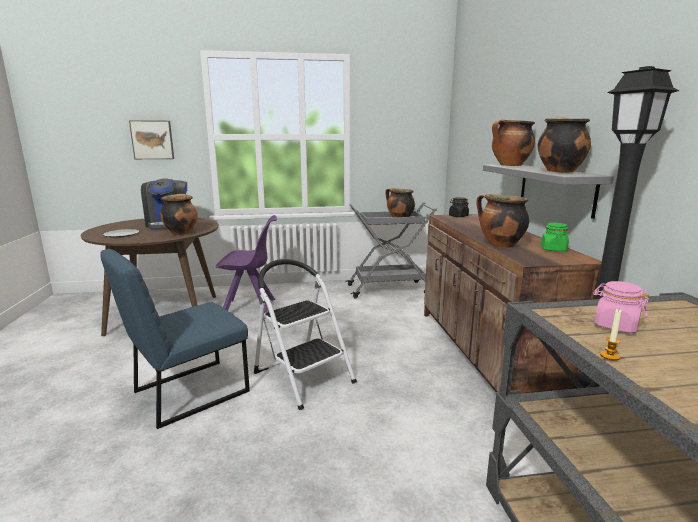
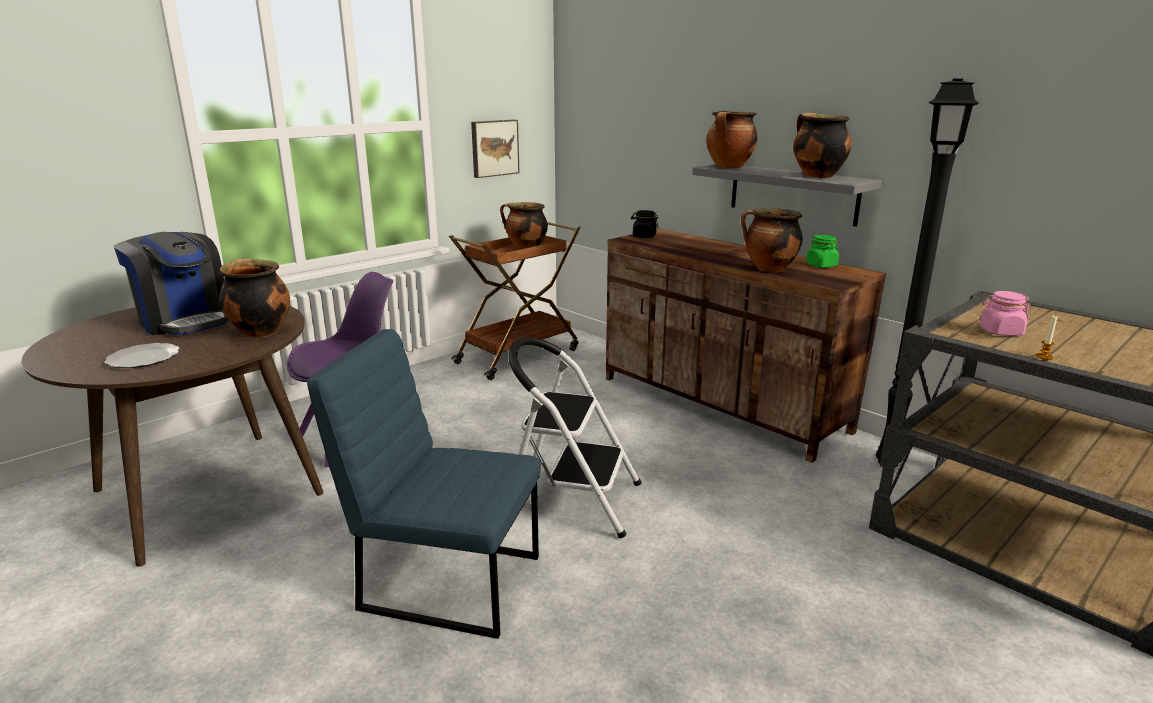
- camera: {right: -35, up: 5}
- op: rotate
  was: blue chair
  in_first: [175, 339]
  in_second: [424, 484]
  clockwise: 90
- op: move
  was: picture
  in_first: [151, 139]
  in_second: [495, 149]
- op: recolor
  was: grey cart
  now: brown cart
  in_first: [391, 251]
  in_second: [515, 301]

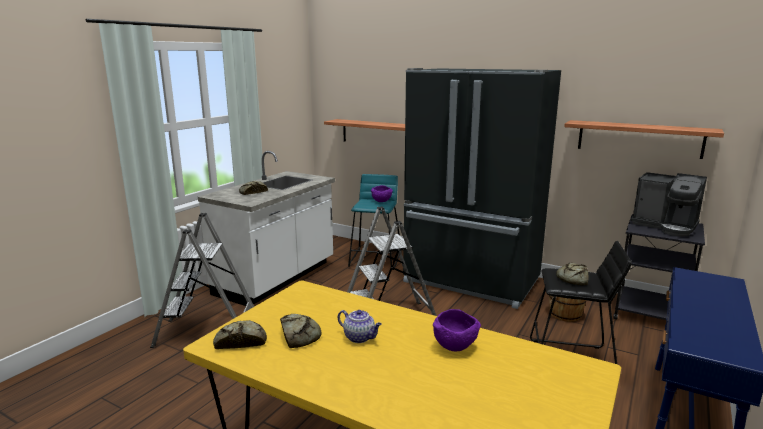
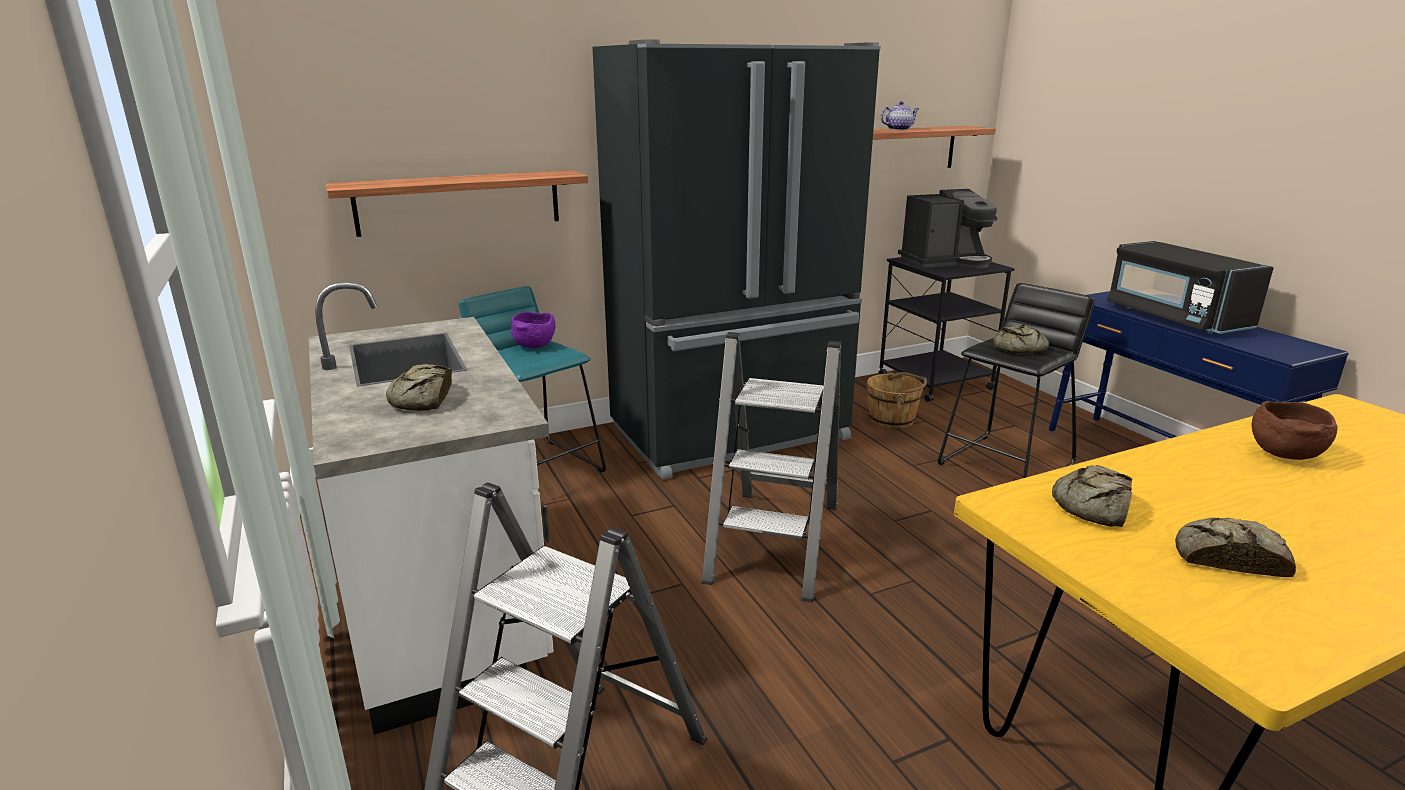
- camera: {right: -55, up: 5}
- op: move
  was: bread
  in_first: [240, 334]
  in_second: [1092, 496]
- op: move
  was: teapot
  in_first: [360, 326]
  in_second: [899, 115]
- op: recolor
  was: purple bowl
  now: brown bowl
  in_first: [457, 330]
  in_second: [1294, 430]
- op: insert
  now: black microwave
  in_second: [1190, 287]

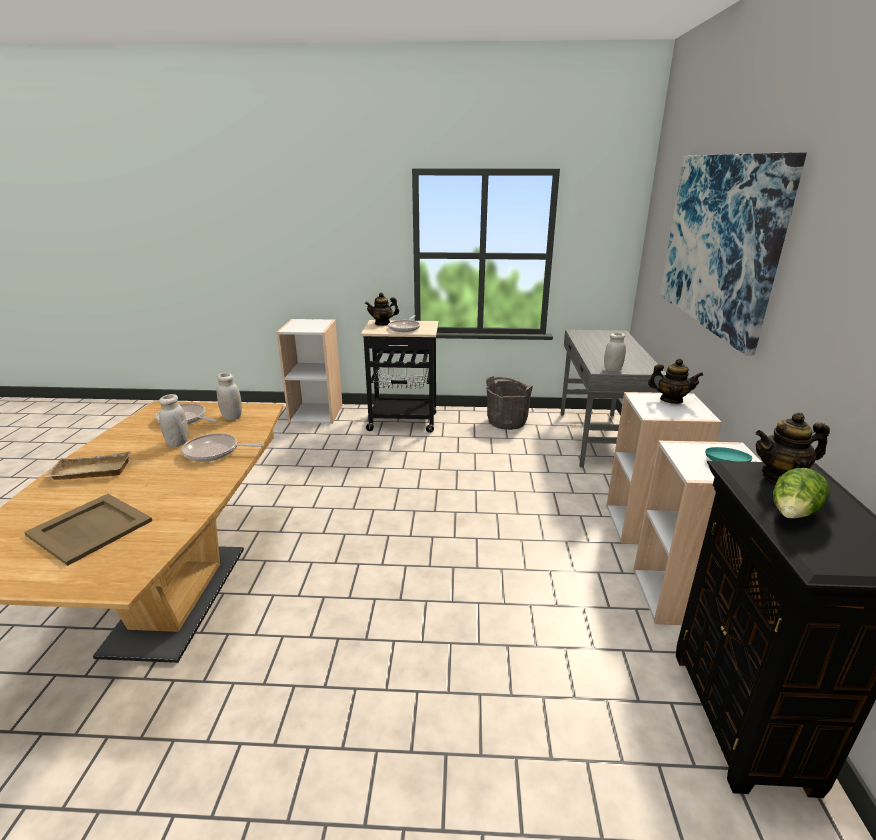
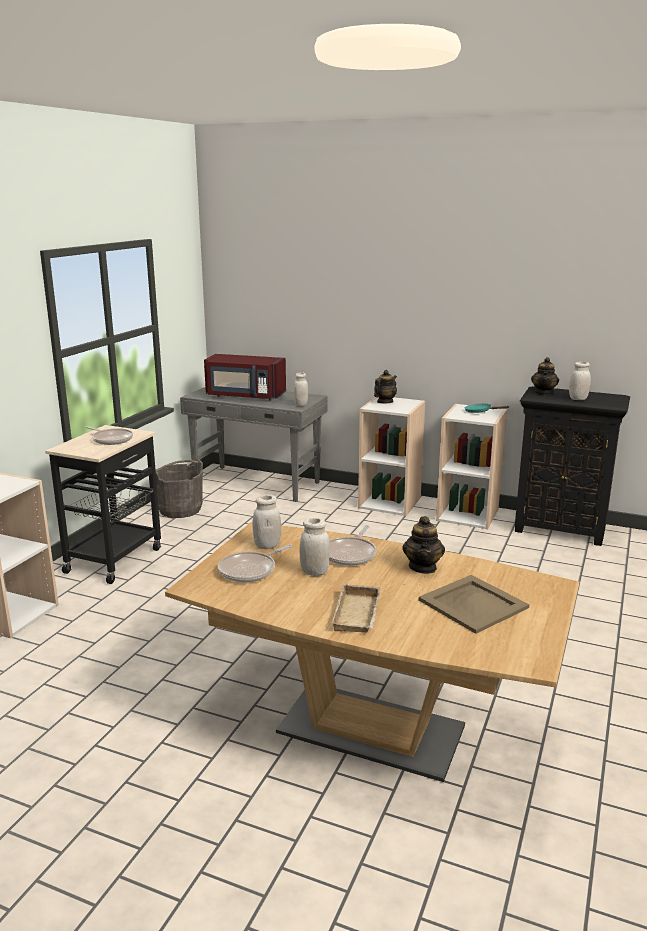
- camera: {right: -70, up: -5}
- op: move
  was: teapot
  in_first: [382, 309]
  in_second: [423, 545]
- op: delete
  was: picture
  in_first: [733, 254]
- op: replace
  was: lettuce
  now: white jar
  in_first: [801, 493]
  in_second: [580, 381]
- op: insert
  now: red microwave
  in_second: [245, 377]

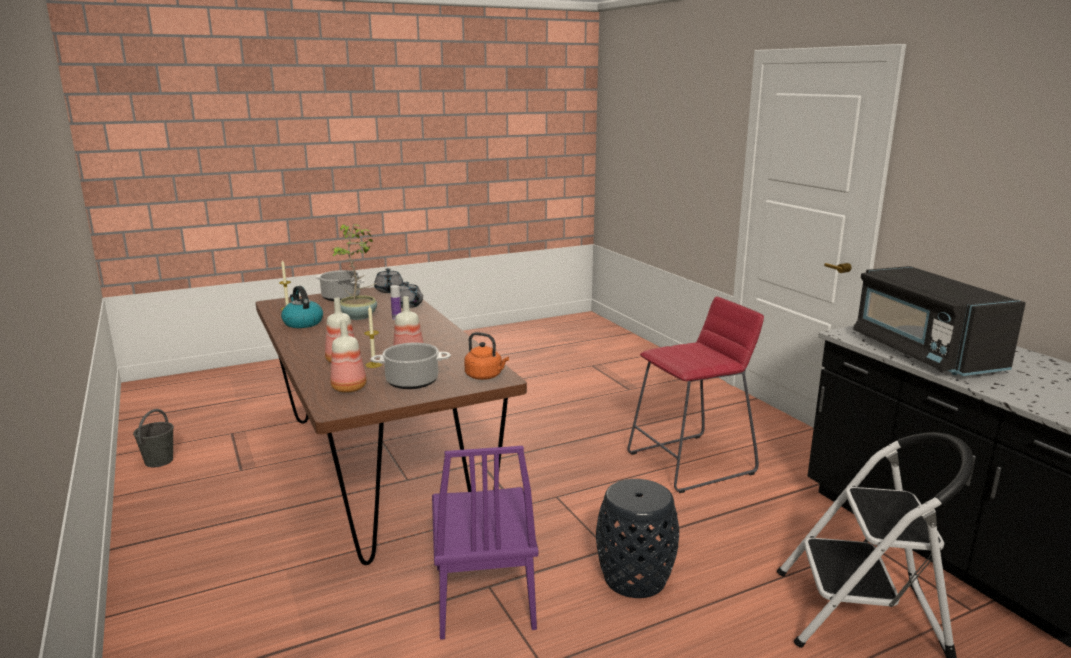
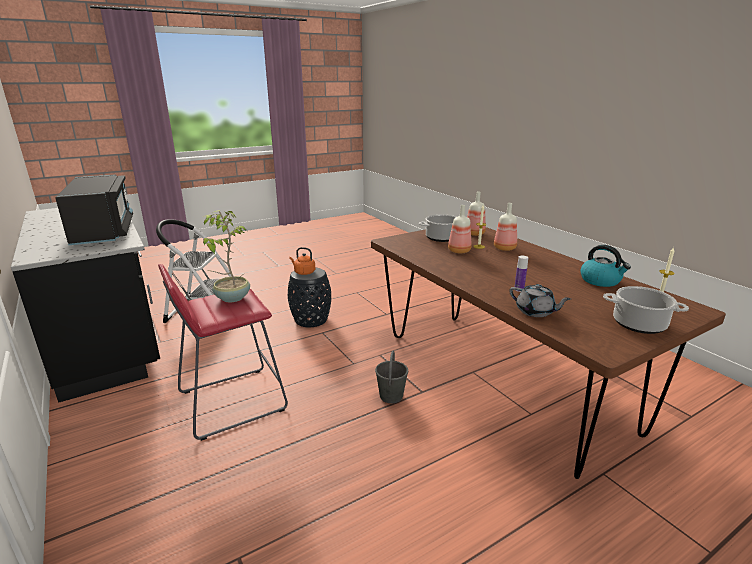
- camera: {right: 175, up: 5}
- op: move
  was: grey bucket
  in_first: [153, 438]
  in_second: [391, 377]
- op: move
  was: potted plant
  in_first: [354, 272]
  in_second: [226, 256]
- op: delete
  was: grey teapot
  in_first: [389, 280]
- op: delete
  was: purple chair
  in_first: [485, 543]
- op: move
  was: orange kettle
  in_first: [486, 356]
  in_second: [302, 261]

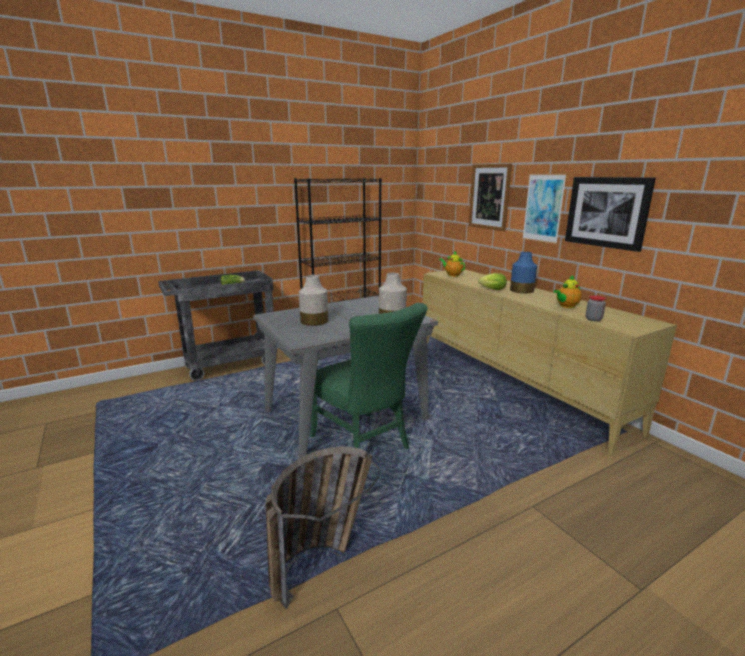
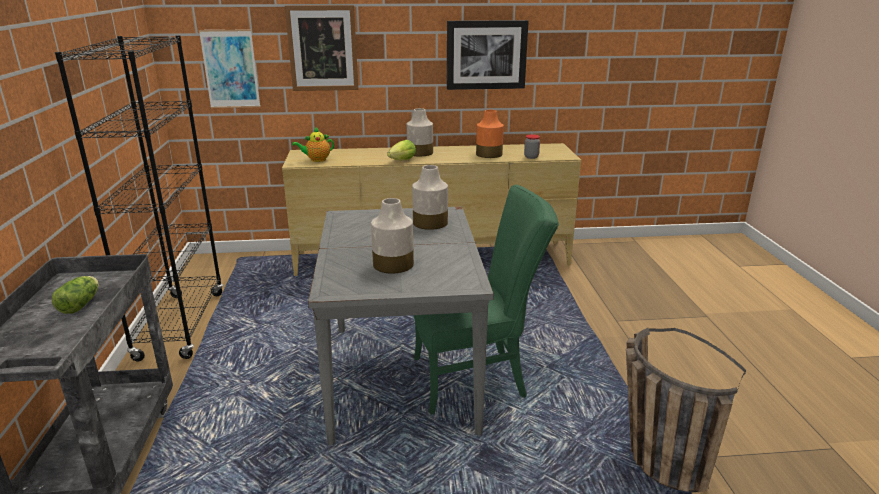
- camera: {right: -65, up: 5}
- op: recolor
  was: blue vase
  now: beige vase
  in_first: [523, 272]
  in_second: [420, 132]
- op: move
  was: picture
  in_first: [544, 209]
  in_second: [229, 68]
- op: replace
  was: teapot
  now: orange vase
  in_first: [568, 291]
  in_second: [490, 134]

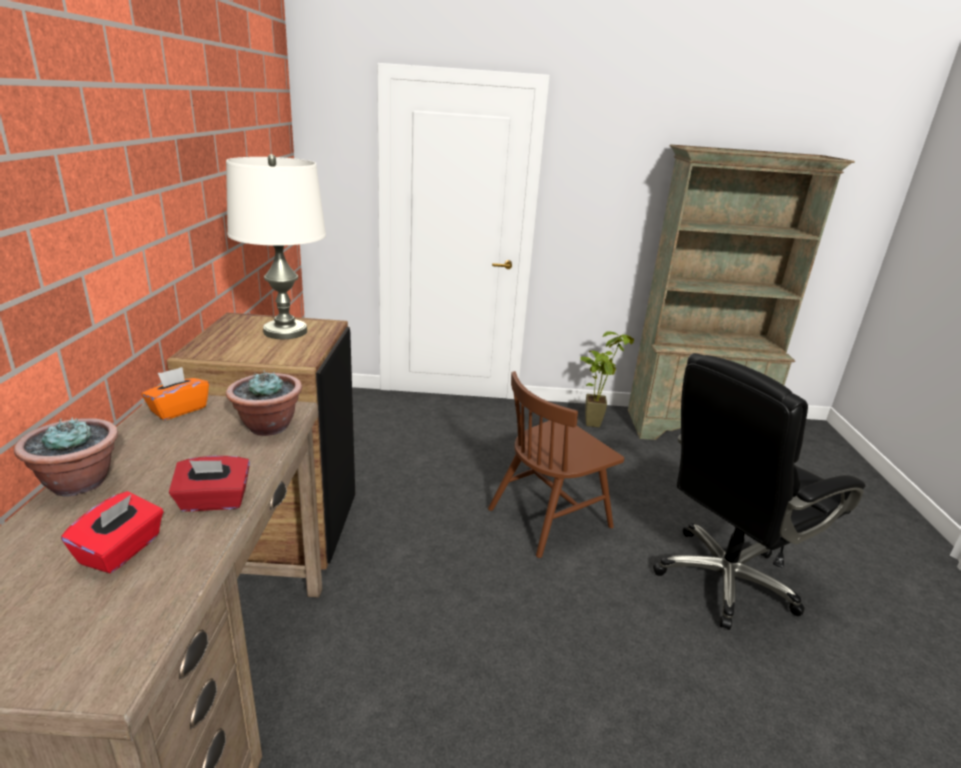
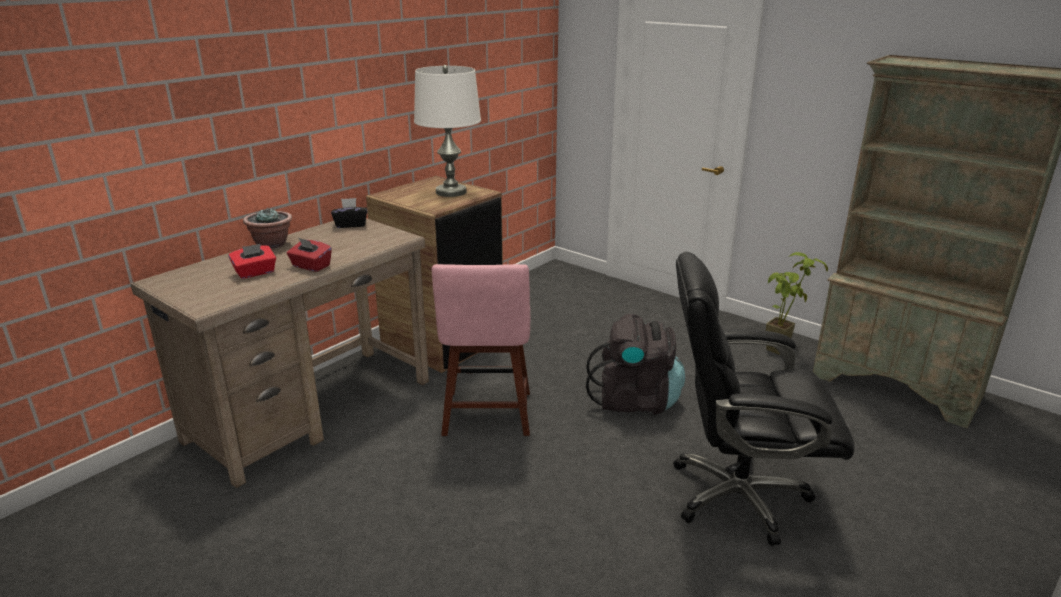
- camera: {right: 40, up: 0}
- op: recolor
  was: orange tissue box
  now: black tissue box
  in_first: [175, 394]
  in_second: [349, 213]
- op: delete
  was: potted plant
  in_first: [264, 403]
- op: replace
  was: brown chair
  now: black backpack
  in_first: [556, 464]
  in_second: [635, 364]
- op: insert
  now: pink chair
  in_second: [481, 350]

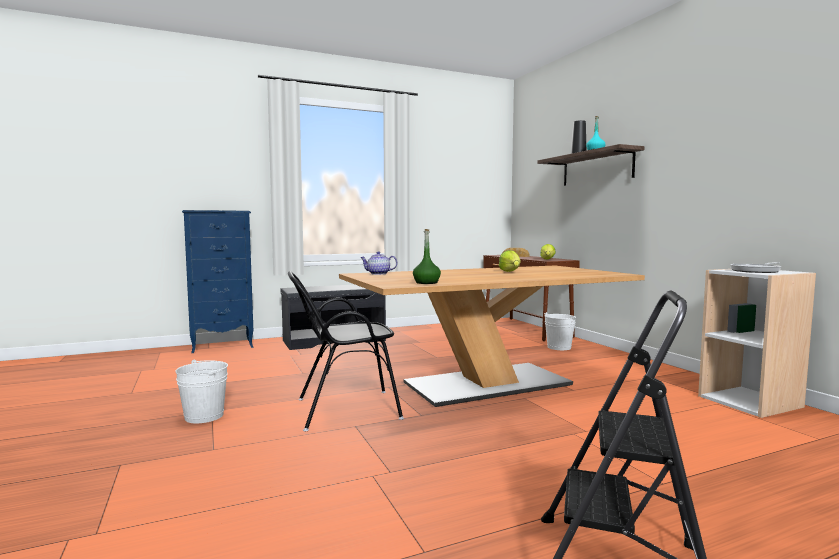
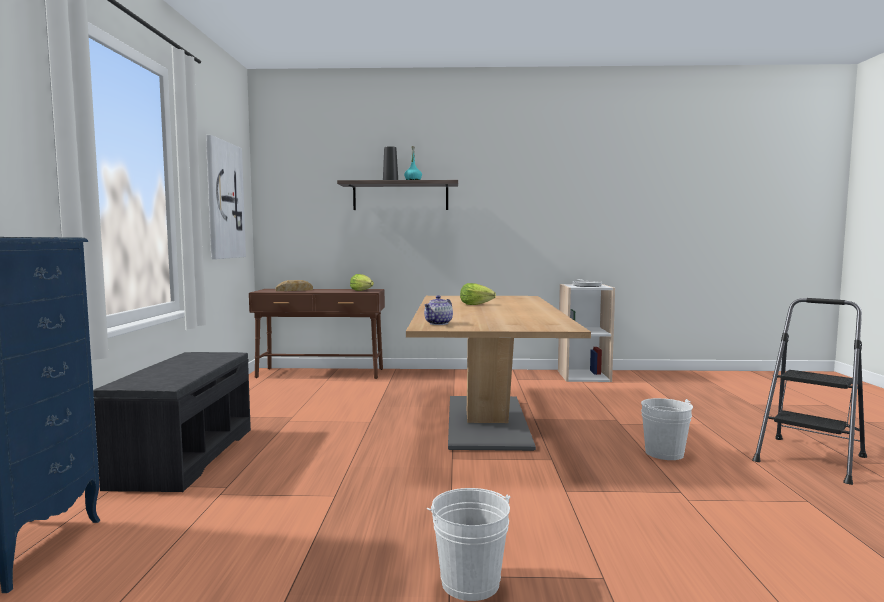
- camera: {right: -65, up: 0}
- op: delete
  was: black chair
  in_first: [346, 351]
- op: delete
  was: green bottle
  in_first: [427, 256]
- op: move
  was: white bucket
  in_first: [560, 331]
  in_second: [667, 429]
- op: insert
  now: picture
  in_second: [226, 197]

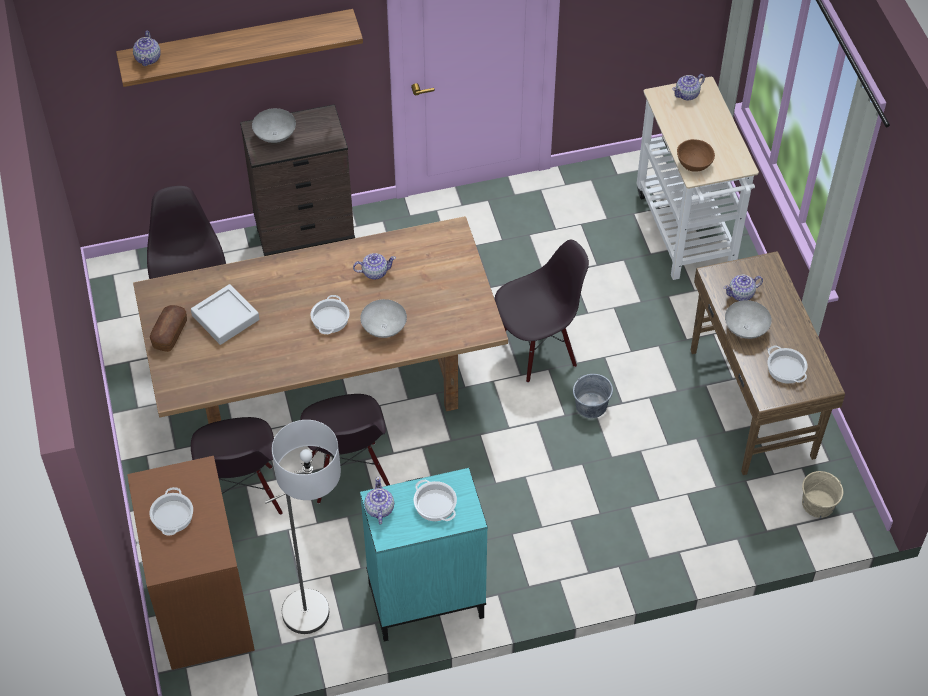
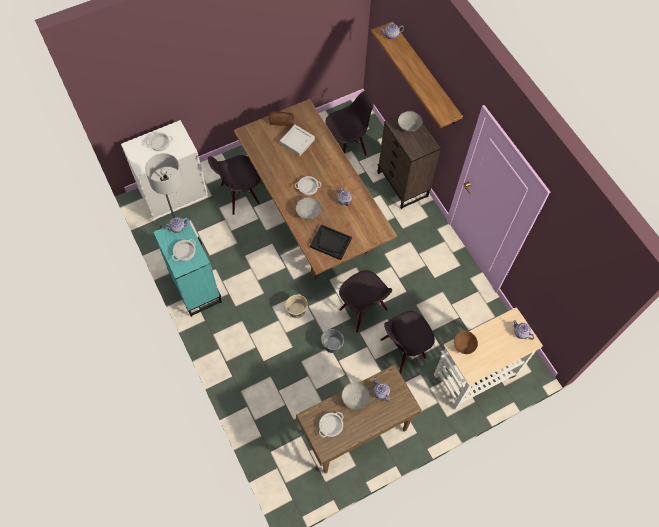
- camera: {right: 75, up: 10}
- op: recolor
  was: brown cabinet
  now: white cabinet
  in_first: [191, 563]
  in_second: [164, 170]
- op: move
  was: black chair
  in_first: [345, 449]
  in_second: [407, 342]
- op: move
  was: beige bucket
  in_first: [822, 494]
  in_second: [296, 306]
- op: insert
  now: black tray
  in_second: [331, 242]

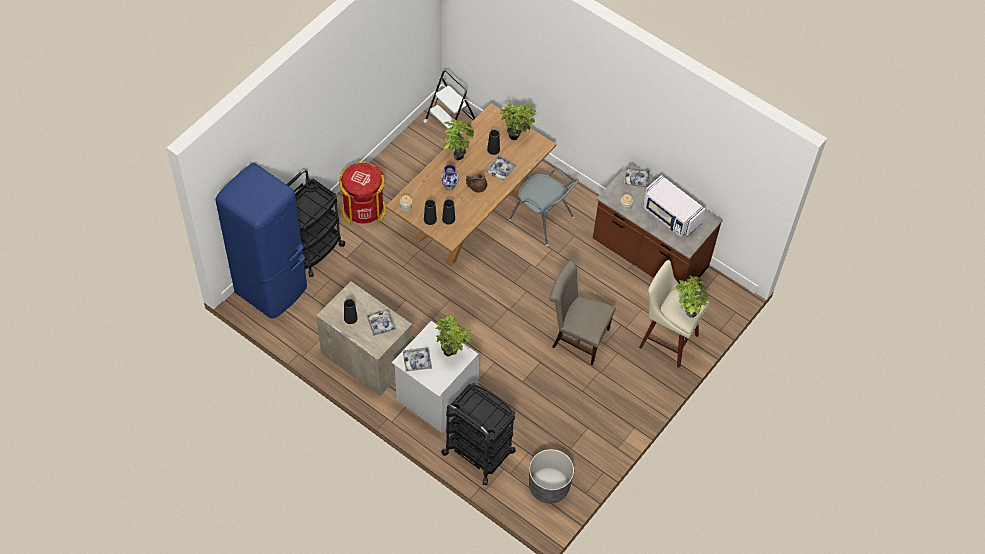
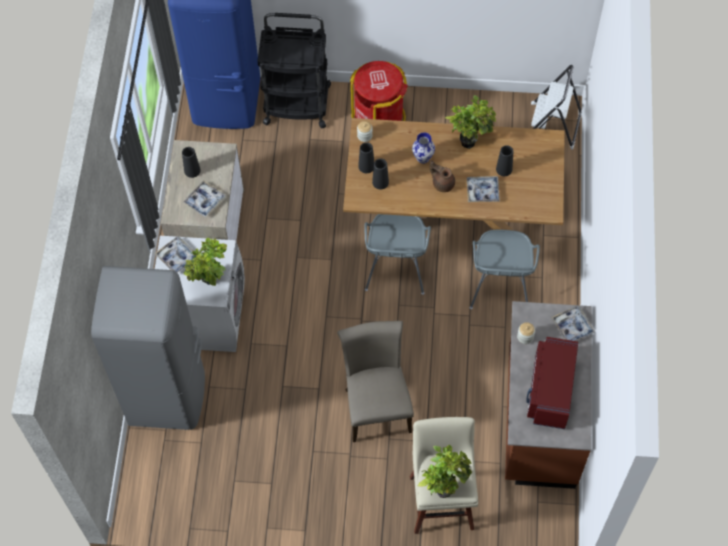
- camera: {right: 60, up: 5}
- op: replace
  was: black cart
  now: grey fridge
  in_first: [478, 434]
  in_second: [148, 348]
- op: delete
  was: potted plant
  in_first: [517, 121]
- op: delete
  was: grey planter
  in_first: [551, 476]
- op: recolor
  was: white microwave
  now: red microwave
  in_first: [674, 206]
  in_second: [552, 383]
- op: insert
  now: grey chair
  in_second: [398, 254]

